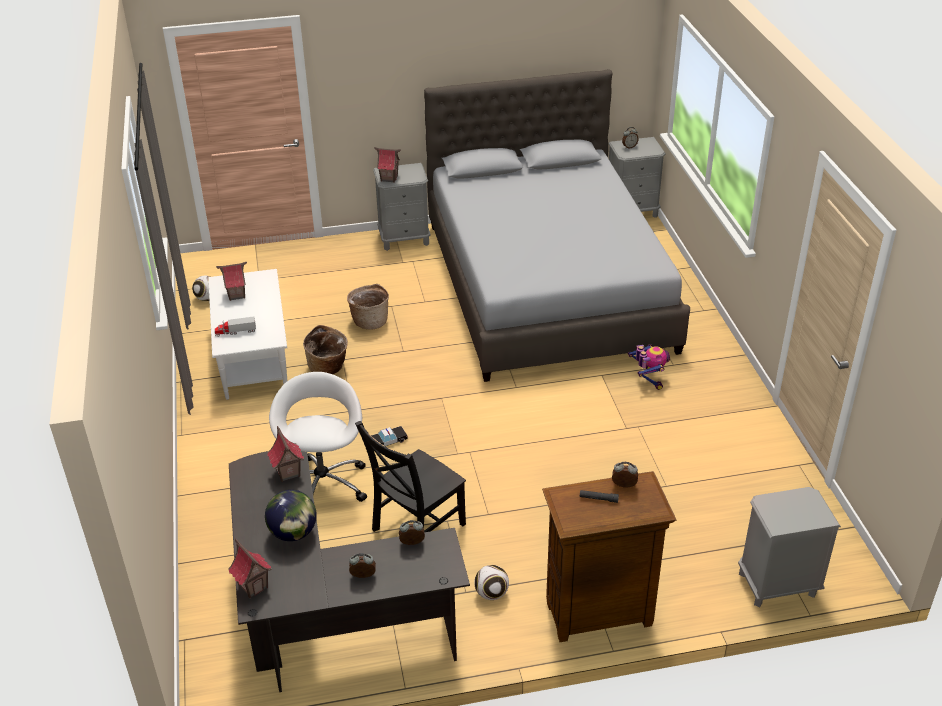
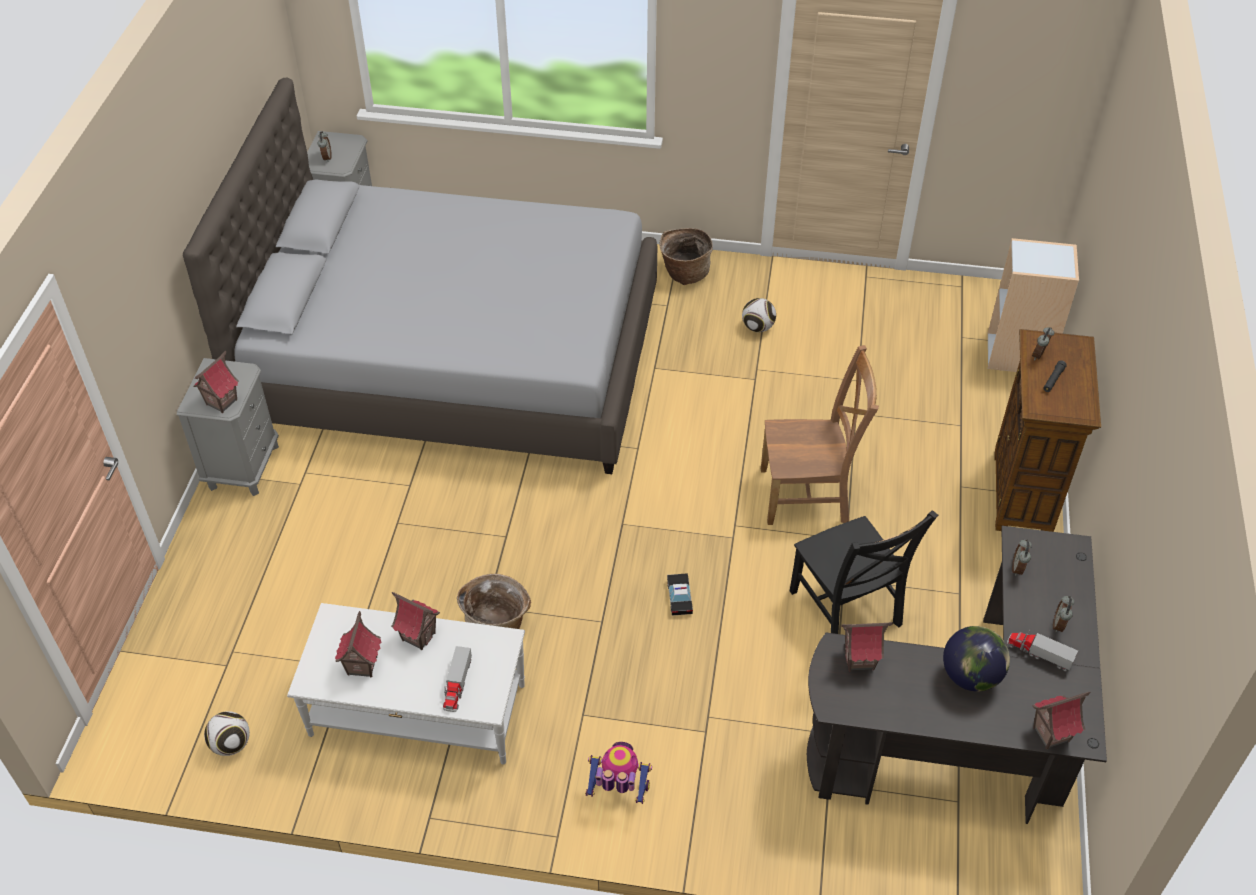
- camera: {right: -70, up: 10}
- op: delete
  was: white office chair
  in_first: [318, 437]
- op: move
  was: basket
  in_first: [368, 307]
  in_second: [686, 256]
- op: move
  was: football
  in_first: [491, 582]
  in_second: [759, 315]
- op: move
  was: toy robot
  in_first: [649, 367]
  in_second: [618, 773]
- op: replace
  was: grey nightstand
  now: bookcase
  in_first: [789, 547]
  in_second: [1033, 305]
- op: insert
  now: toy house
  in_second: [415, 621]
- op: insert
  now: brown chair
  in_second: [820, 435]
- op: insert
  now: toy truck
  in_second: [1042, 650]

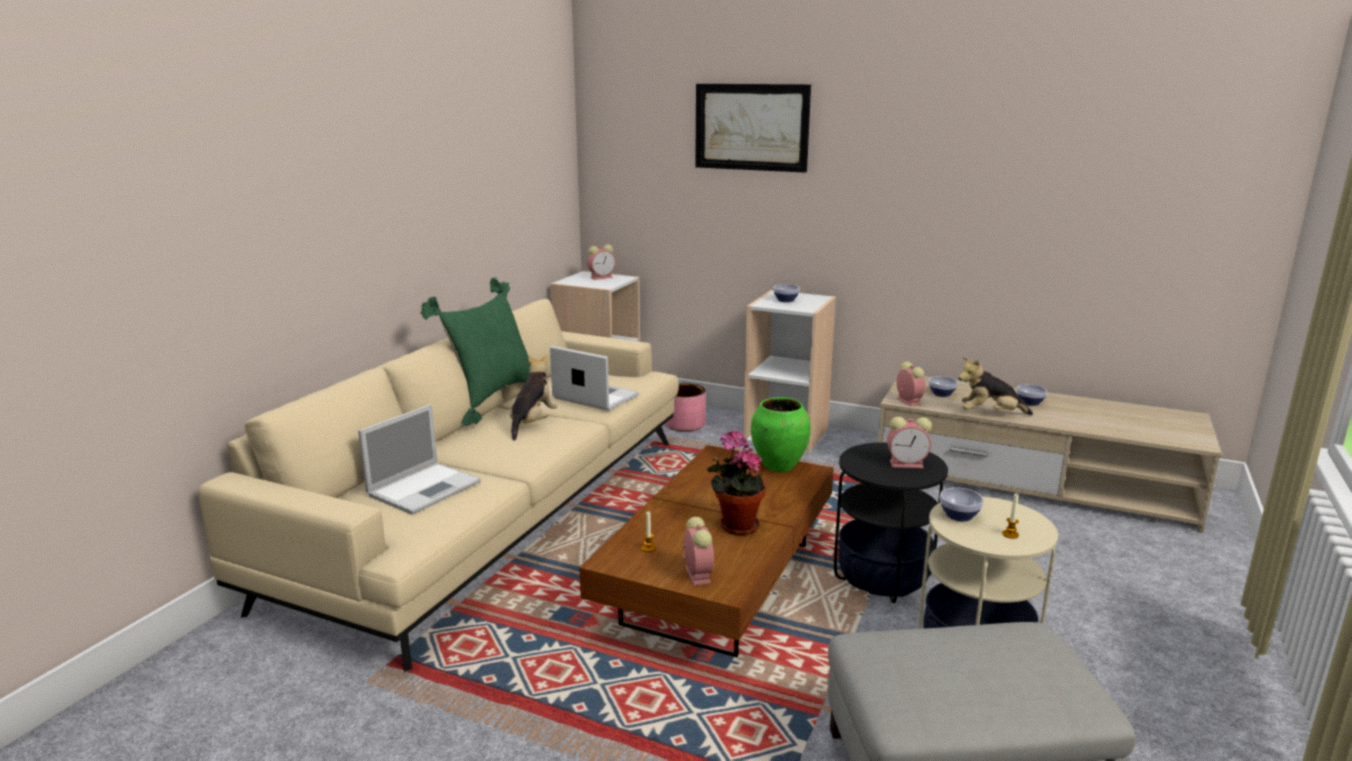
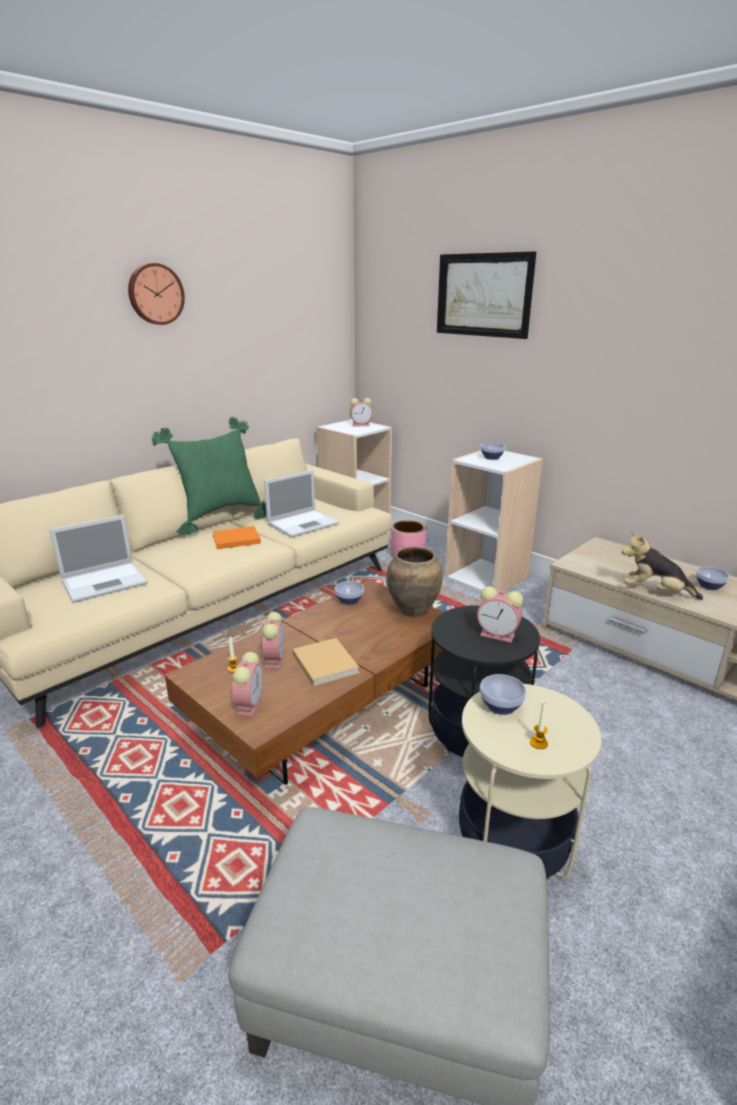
- camera: {right: 20, up: 5}
- op: replace
  was: plush toy
  now: orange book
  in_first: [533, 398]
  in_second: [236, 537]
- op: rotate
  was: laptop
  in_first: [594, 378]
  in_second: [301, 504]
  clockwise: 90
- op: replace
  was: potted plant
  now: beige book
  in_first: [736, 482]
  in_second: [326, 662]
- op: recolor
  was: green vase
  now: brown vase
  in_first: [781, 434]
  in_second: [415, 582]
- op: move
  was: alarm clock
  in_first: [911, 384]
  in_second: [271, 640]
- op: move
  was: bowl
  in_first: [943, 386]
  in_second: [349, 593]
- op: insert
  now: wall clock
  in_second: [156, 294]

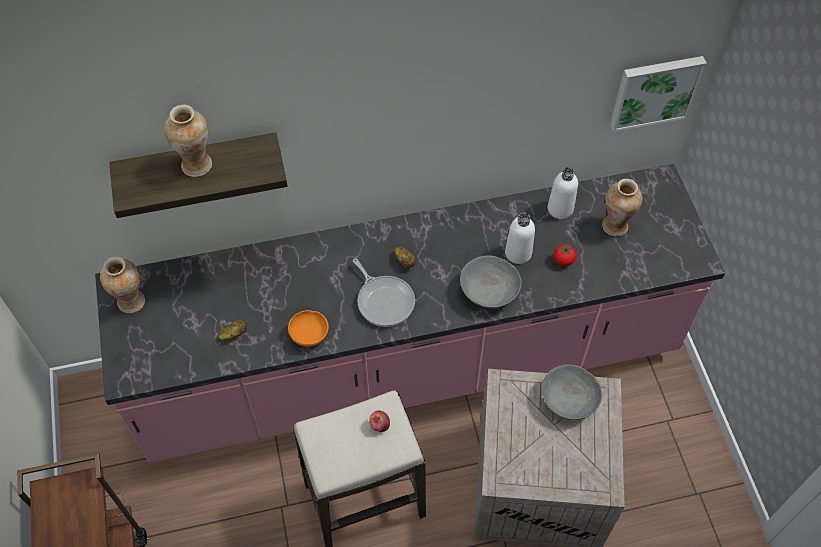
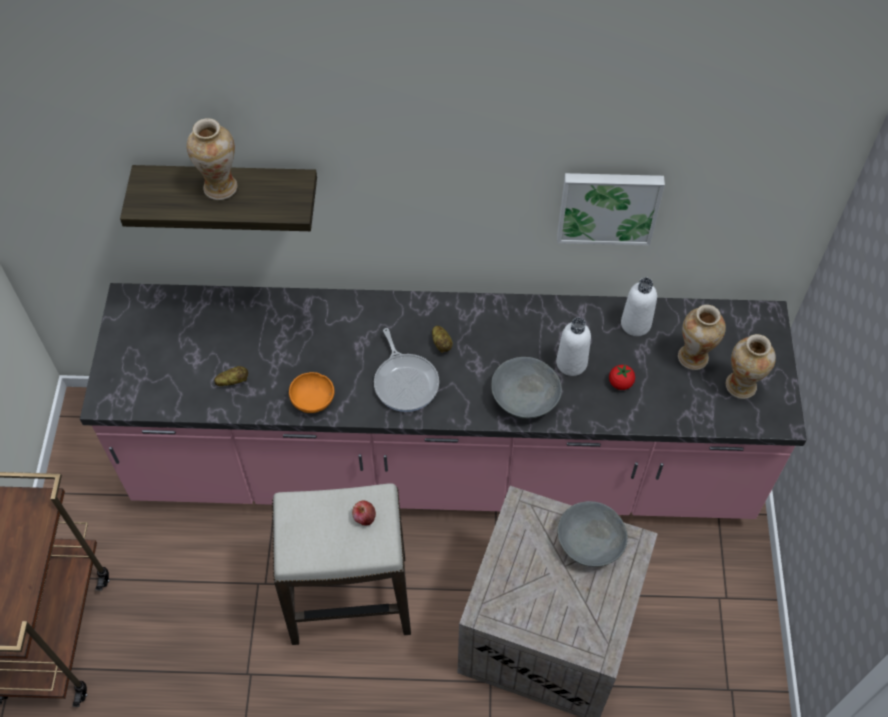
- camera: {right: 15, up: 0}
- op: move
  was: vase
  in_first: [122, 285]
  in_second: [751, 366]
- op: move
  was: picture
  in_first: [658, 94]
  in_second: [611, 209]

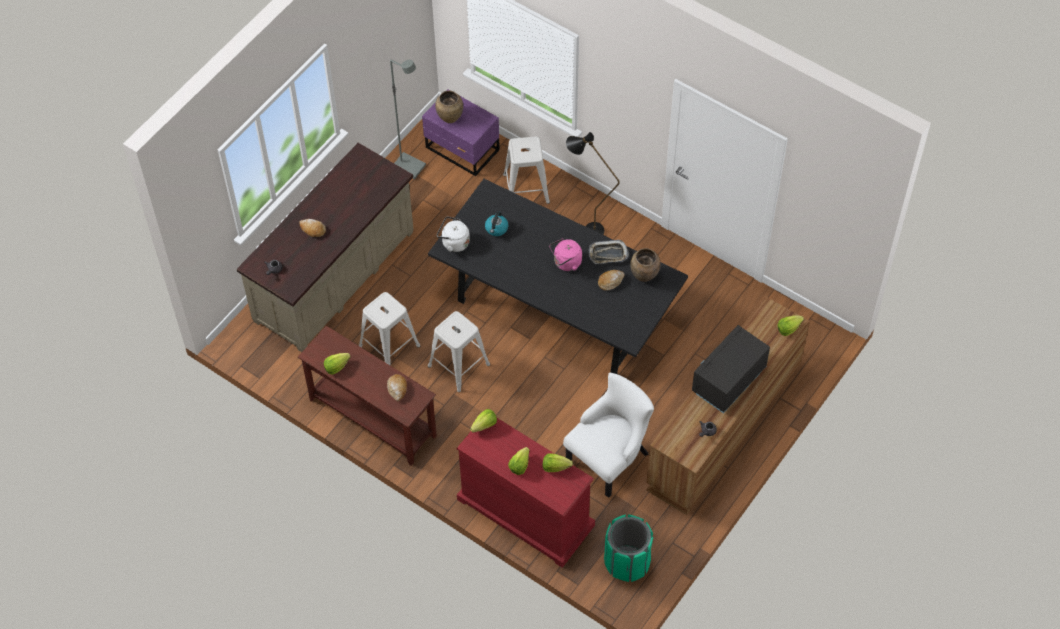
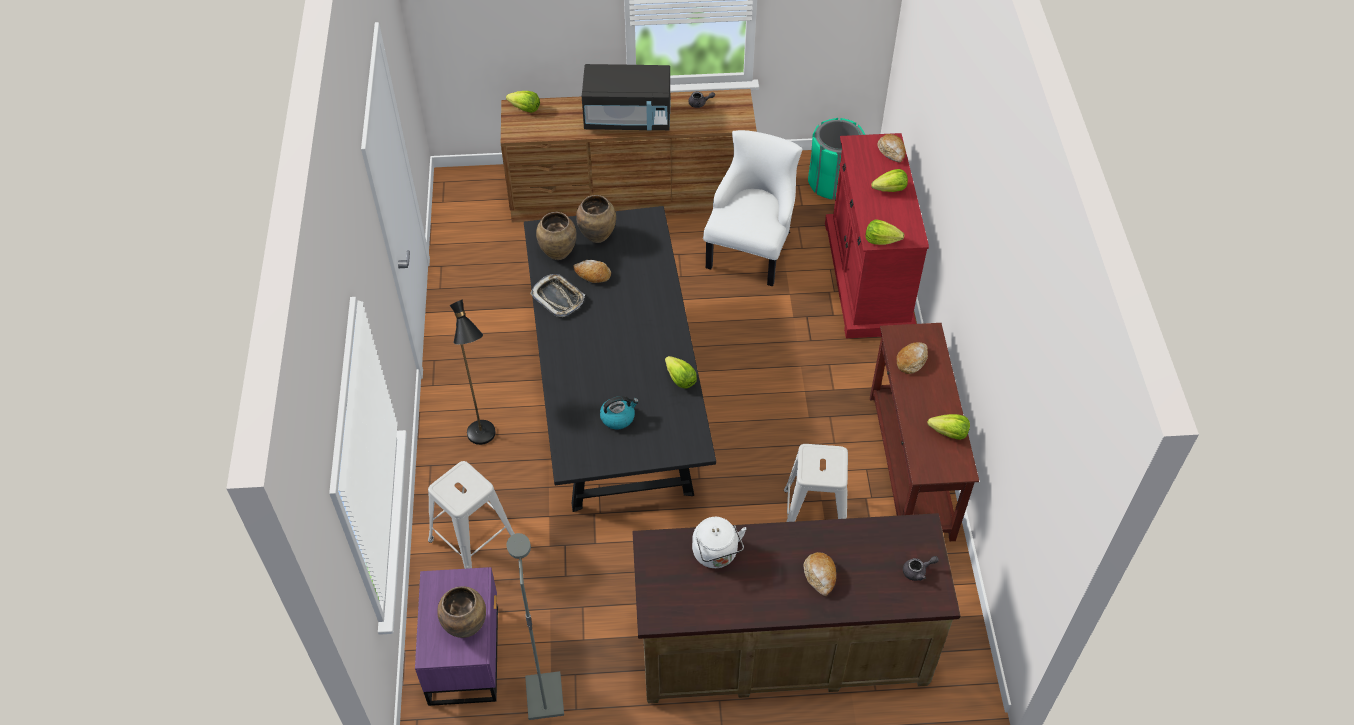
- camera: {right: -130, up: -5}
- op: delete
  was: white stool
  in_first: [459, 351]
- op: move
  was: white kettle
  in_first: [453, 234]
  in_second: [719, 542]
- op: move
  was: lettuce
  in_first: [558, 462]
  in_second: [681, 372]
- op: delete
  was: pink kettle
  in_first: [565, 254]
- op: rotate
  was: white chair
  in_first: [608, 435]
  in_second: [753, 208]
  clockwise: 105
- op: insert
  now: brown vase
  in_second: [596, 219]
- op: insert
  now: bread
  in_second: [891, 148]

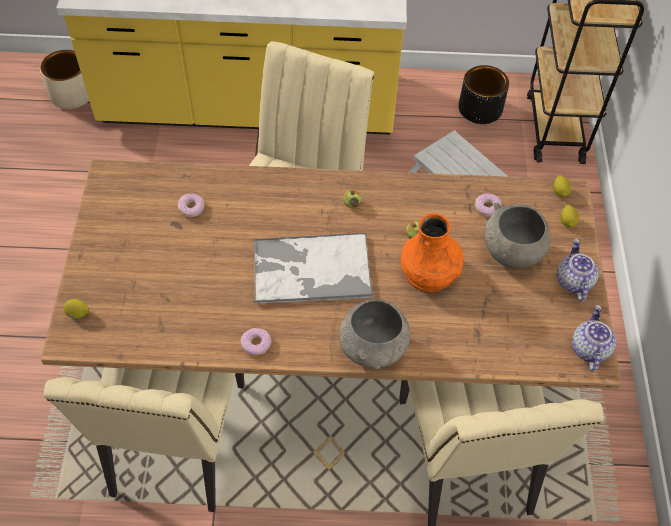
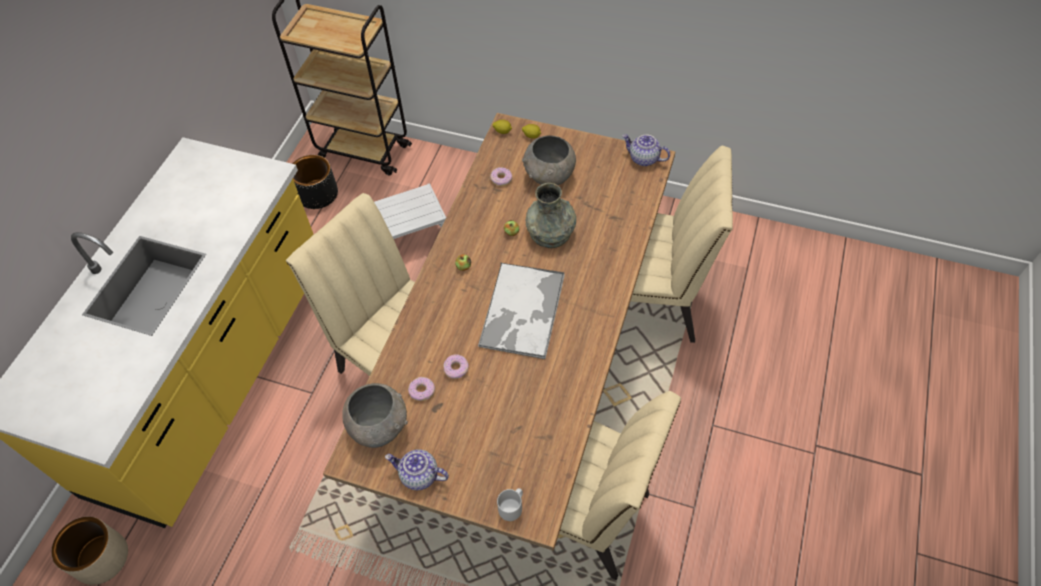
- camera: {right: -70, up: 0}
- op: replace
  was: lemon
  now: grey mug
  in_first: [76, 309]
  in_second: [510, 504]
- op: move
  was: donut
  in_first: [256, 341]
  in_second: [456, 366]
- op: move
  was: grey bowl
  in_first: [374, 334]
  in_second: [375, 415]
- op: recolor
  was: orange vase
  now: grey vase
  in_first: [432, 252]
  in_second: [551, 215]
- op: move
  was: teapot
  in_first: [578, 270]
  in_second: [417, 469]

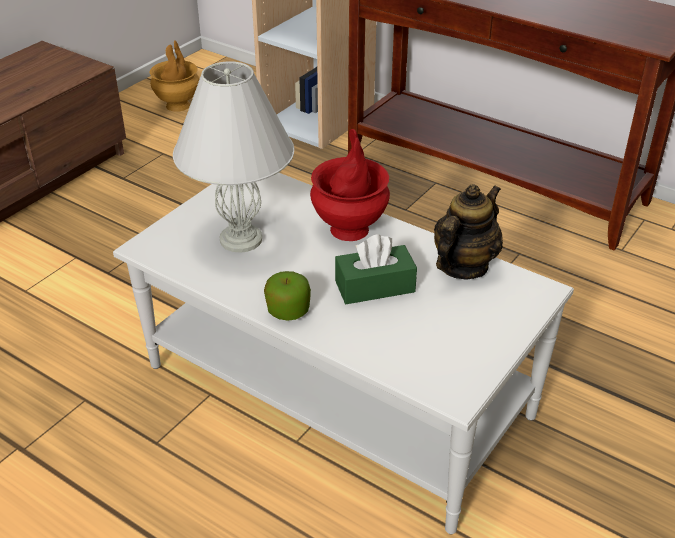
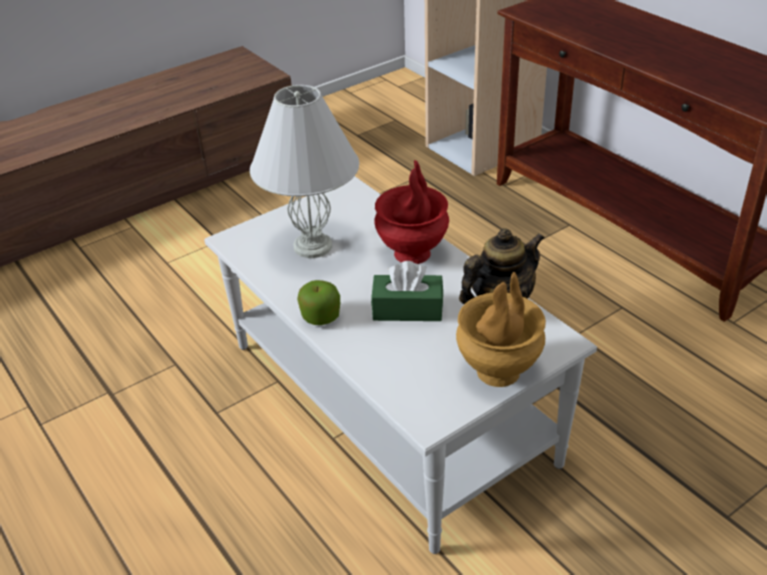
- camera: {right: 20, up: 0}
- op: move
  was: brown vase
  in_first: [174, 76]
  in_second: [501, 329]

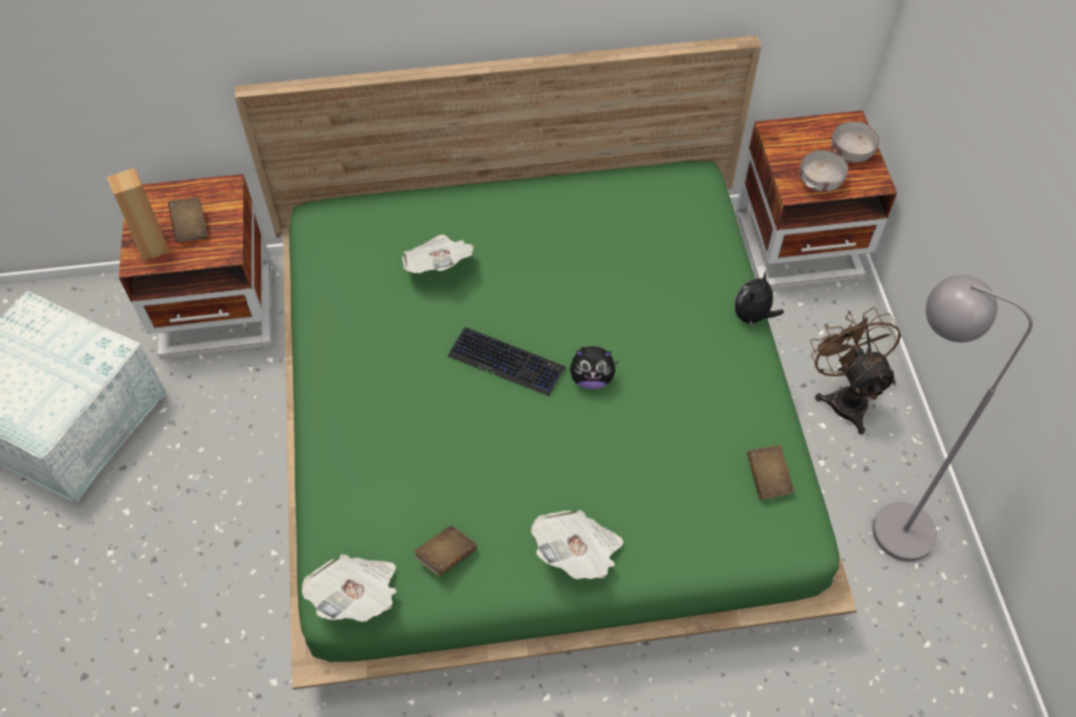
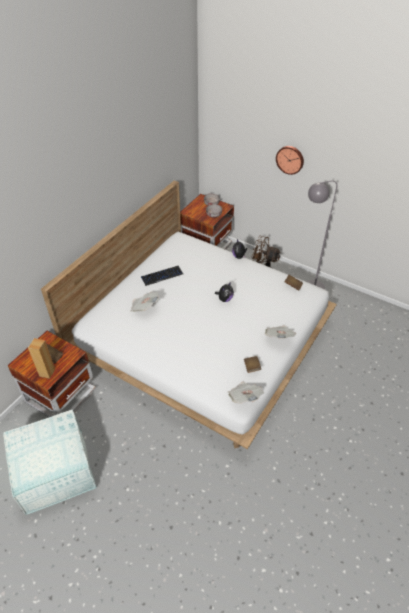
- camera: {right: -50, up: -10}
- op: recolor
  was: green bed
  now: white bed
  in_first: [546, 362]
  in_second: [189, 315]
- op: move
  was: keyboard
  in_first: [506, 361]
  in_second: [162, 276]
- op: insert
  now: wall clock
  in_second: [290, 160]

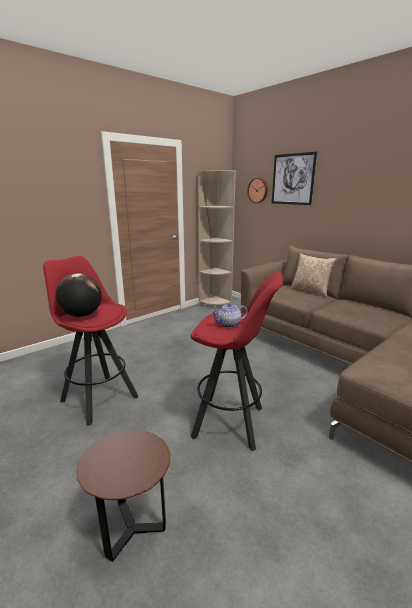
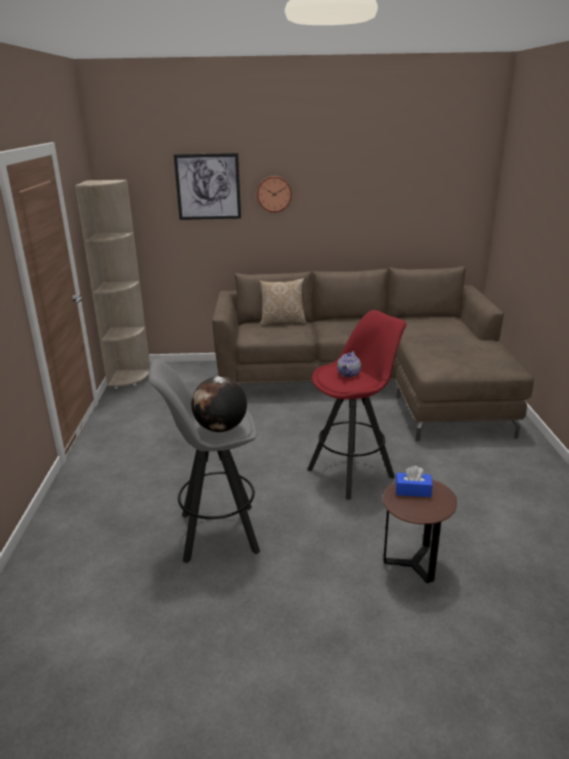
- camera: {right: -50, up: 5}
- op: recolor
  was: red stool
  now: grey stool
  in_first: [90, 341]
  in_second: [204, 461]
- op: move
  was: wall clock
  in_first: [257, 190]
  in_second: [274, 194]
- op: insert
  now: blue tissue box
  in_second: [414, 481]

